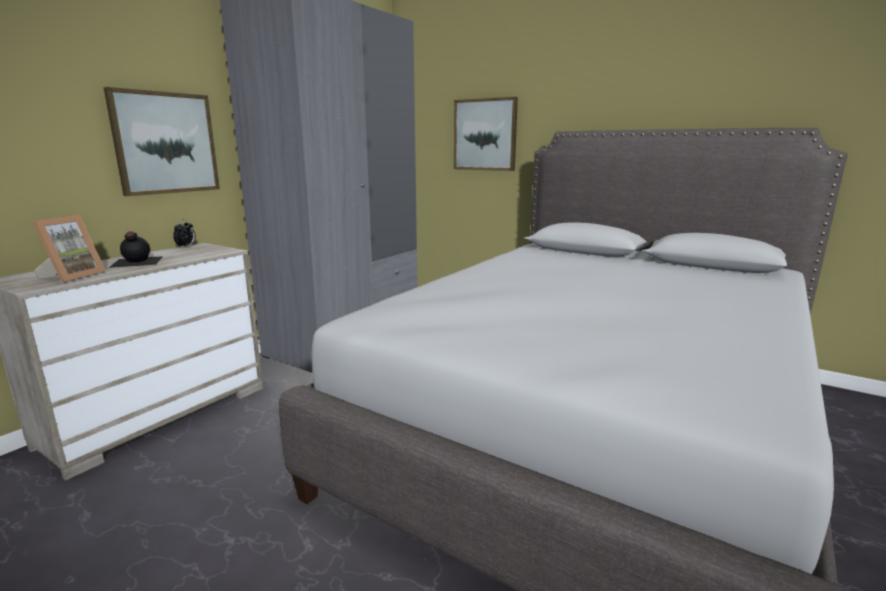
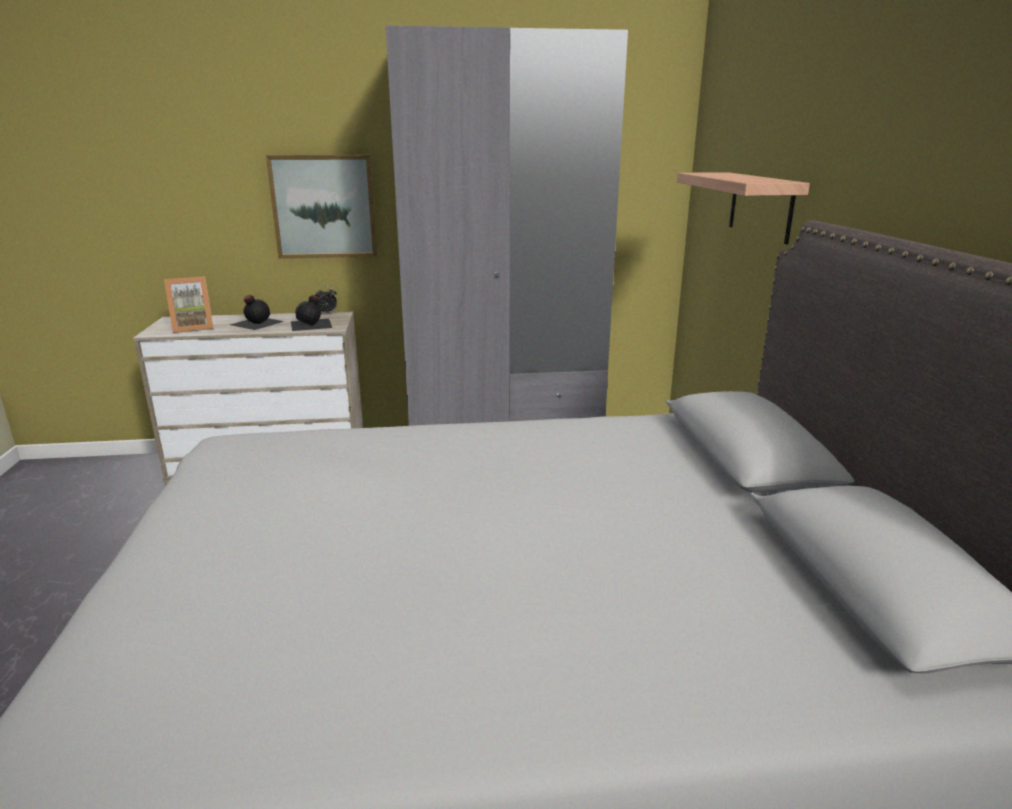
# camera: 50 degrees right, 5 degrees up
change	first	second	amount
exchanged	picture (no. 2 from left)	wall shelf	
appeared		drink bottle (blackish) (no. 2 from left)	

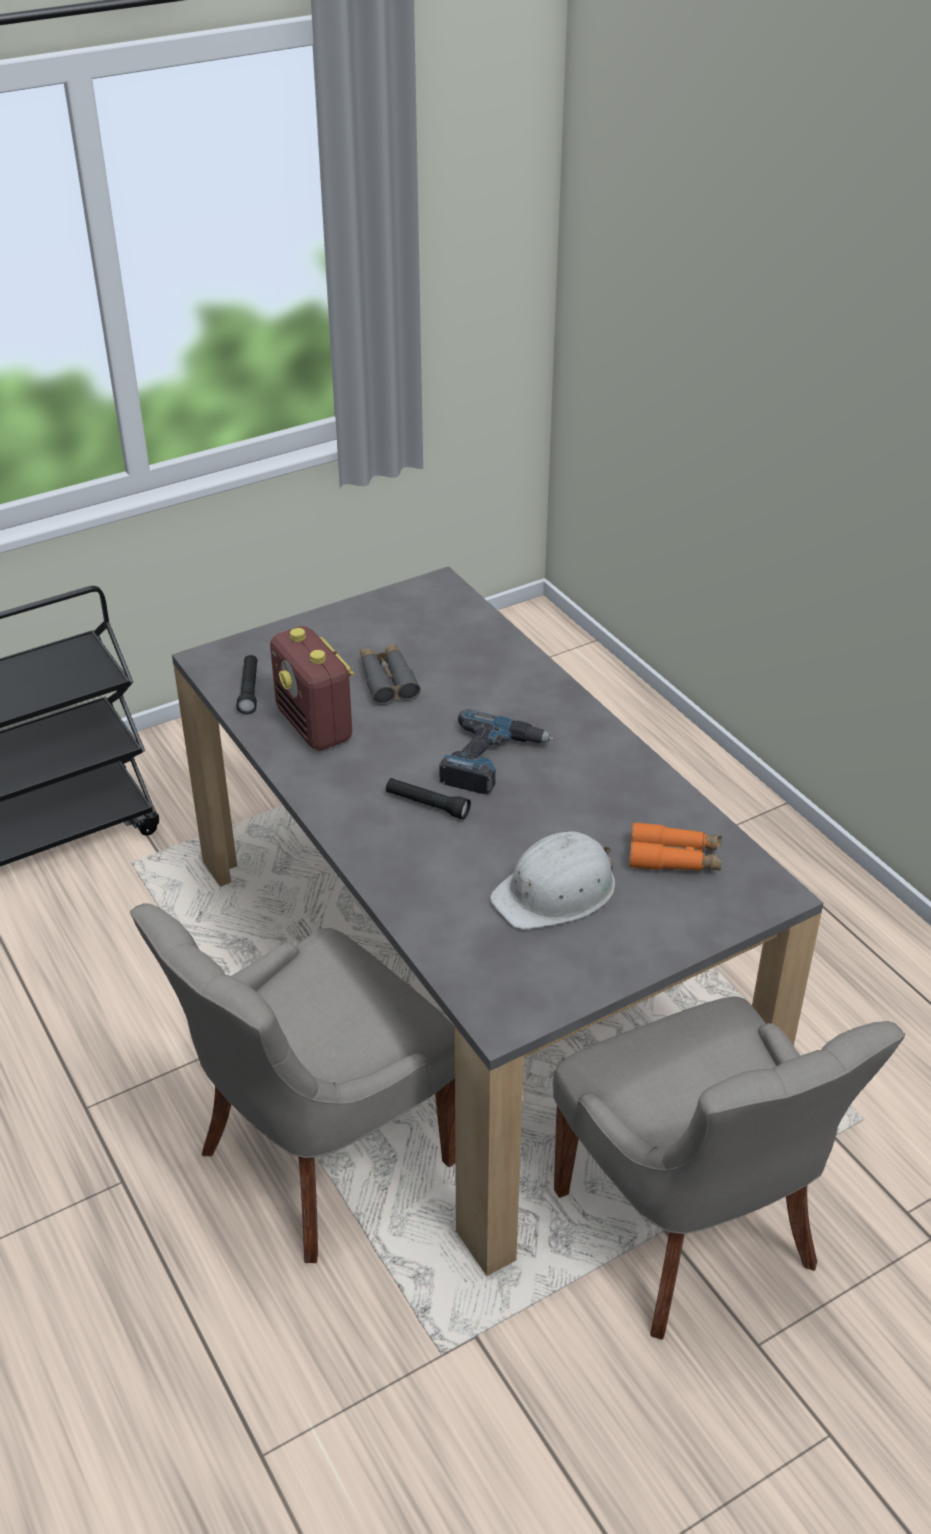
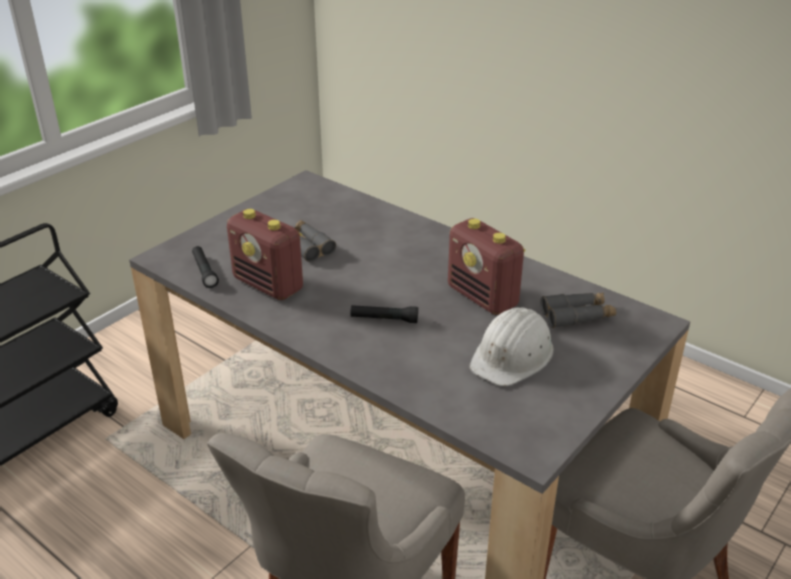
# camera: 20 degrees left, 5 degrees down
change	first	second	amount
missing	electric drill		
colour	field glasses (orangey)	field glasses (grey) (no. 2 from left)	
appeared		radio (no. 2 from left)	

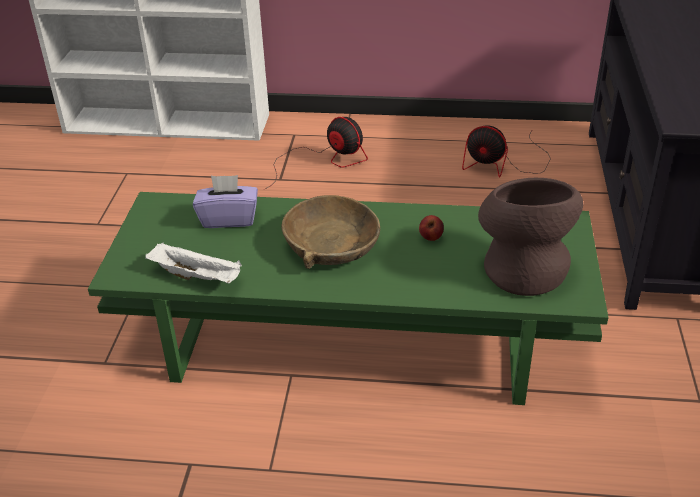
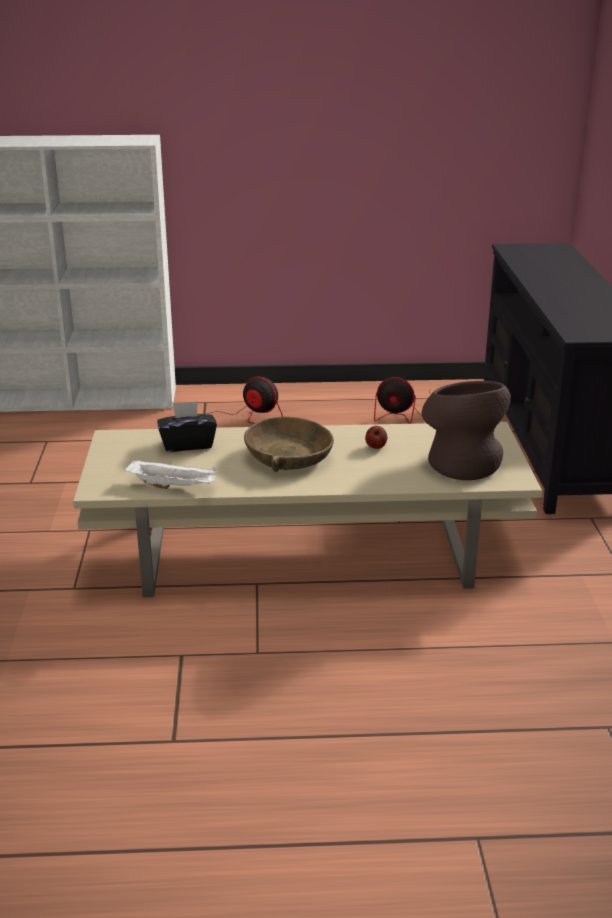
# camera: 10 degrees left, 10 degrees down
change	first	second	amount
colour	low table (green-coloured)	low table (beige)	
colour	tissue box (purple)	tissue box (blackish)	

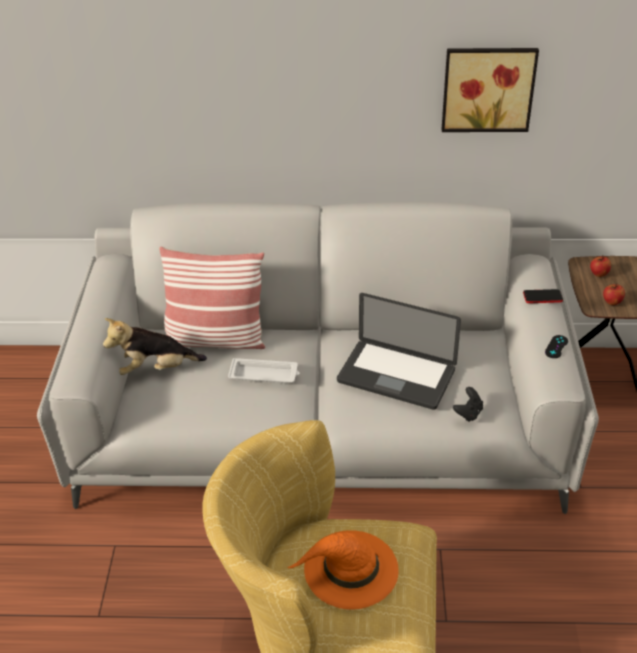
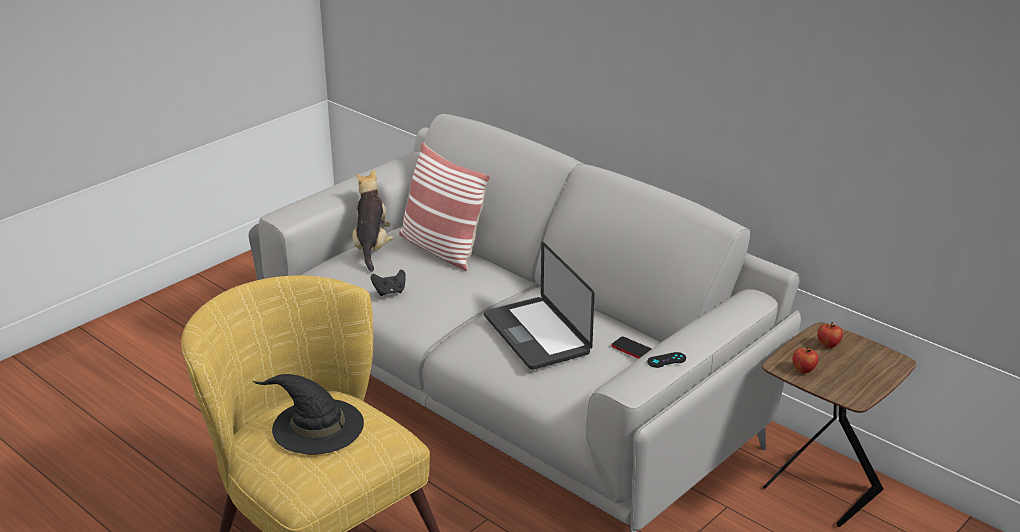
# camera: 40 degrees right, 10 degrees down
change	first	second	amount
spun	plush toy		60 degrees clockwise
missing	serving tray (white)		
colour	wearable hat (orangey)	wearable hat (blackish)	
missing	picture		
relocated	gamepad (blackish) (no. 1 from left)		
relocated	telephone		

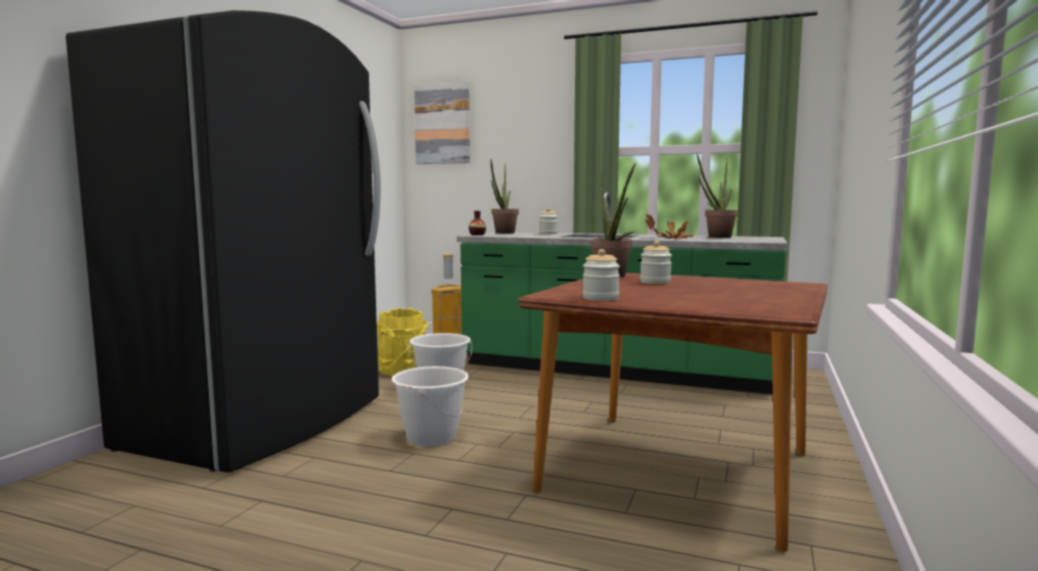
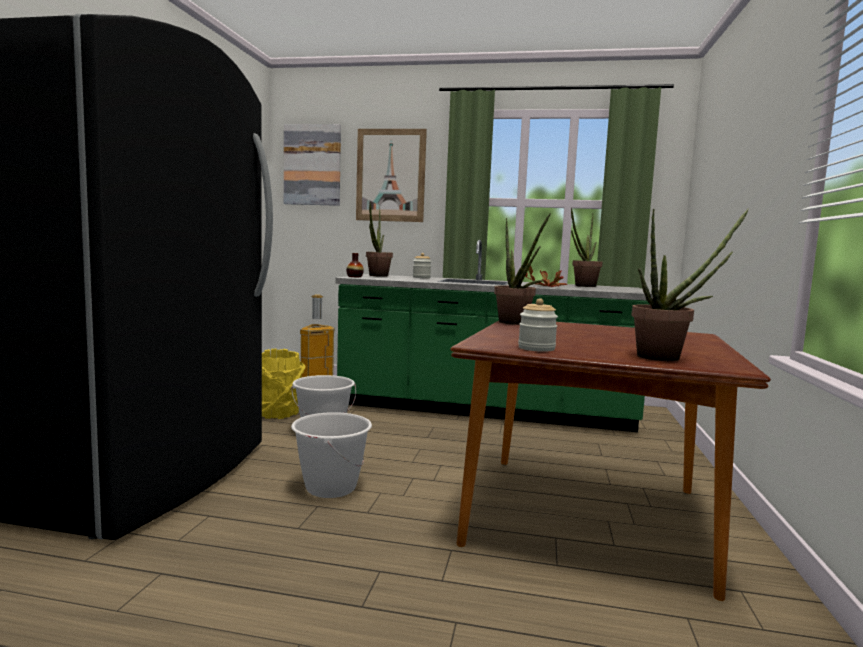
# camera: 10 degrees left, 0 degrees up
change	first	second	amount
missing	preserve jar (no. 3 from left)		
appeared		picture (no. 2 from left)	
appeared		houseplant (no. 5 from left)	

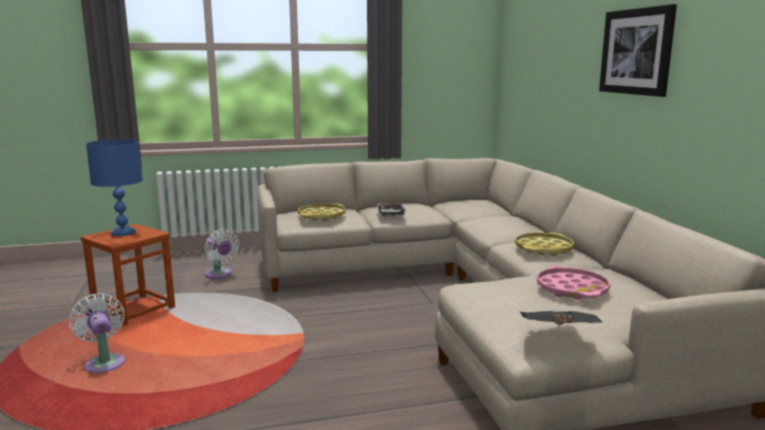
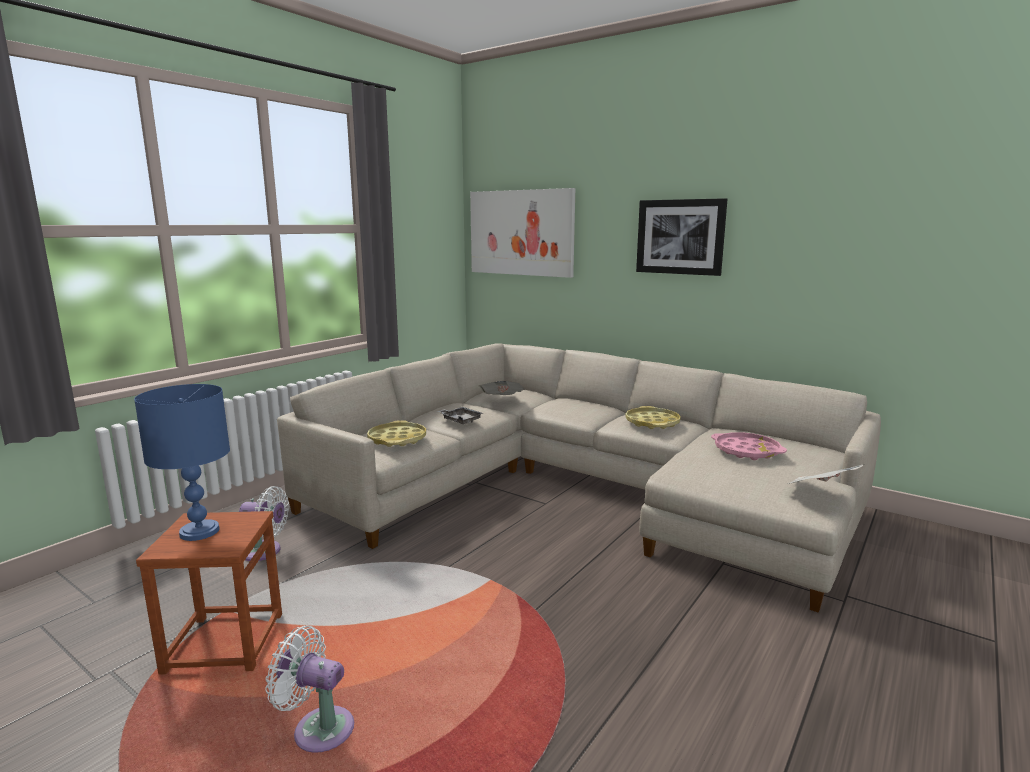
# camera: 40 degrees left, 0 degrees up
change	first	second	amount
appeared		picture (no. 1 from left)	
appeared		newspaper (no. 1 from left)	

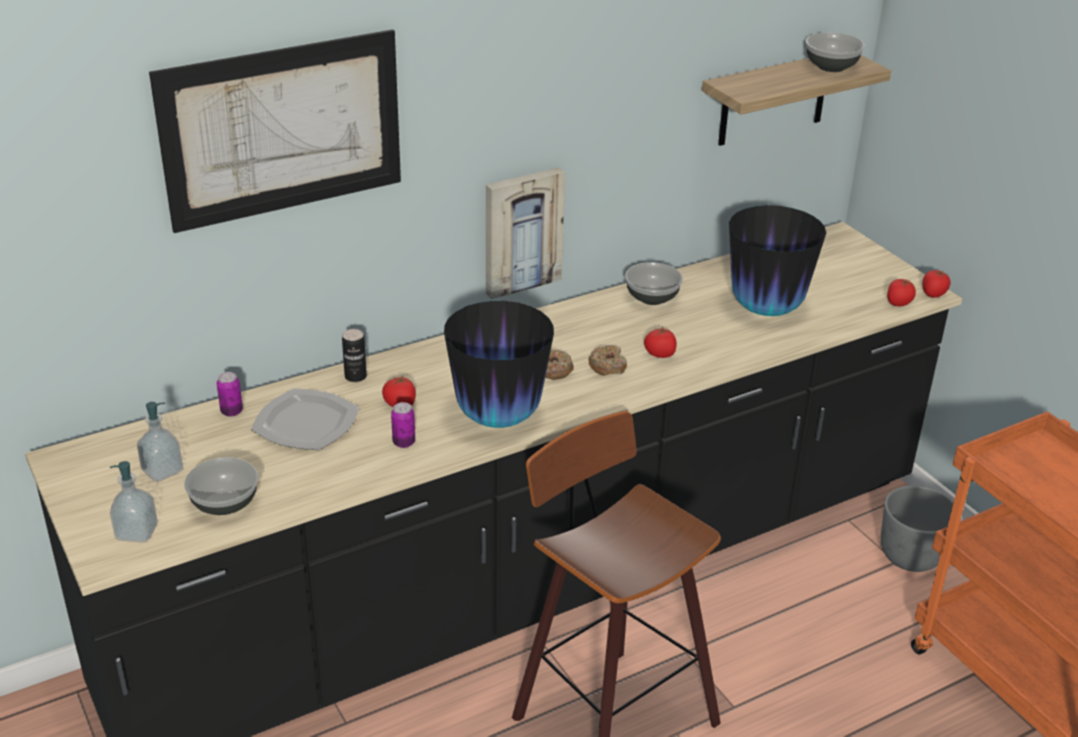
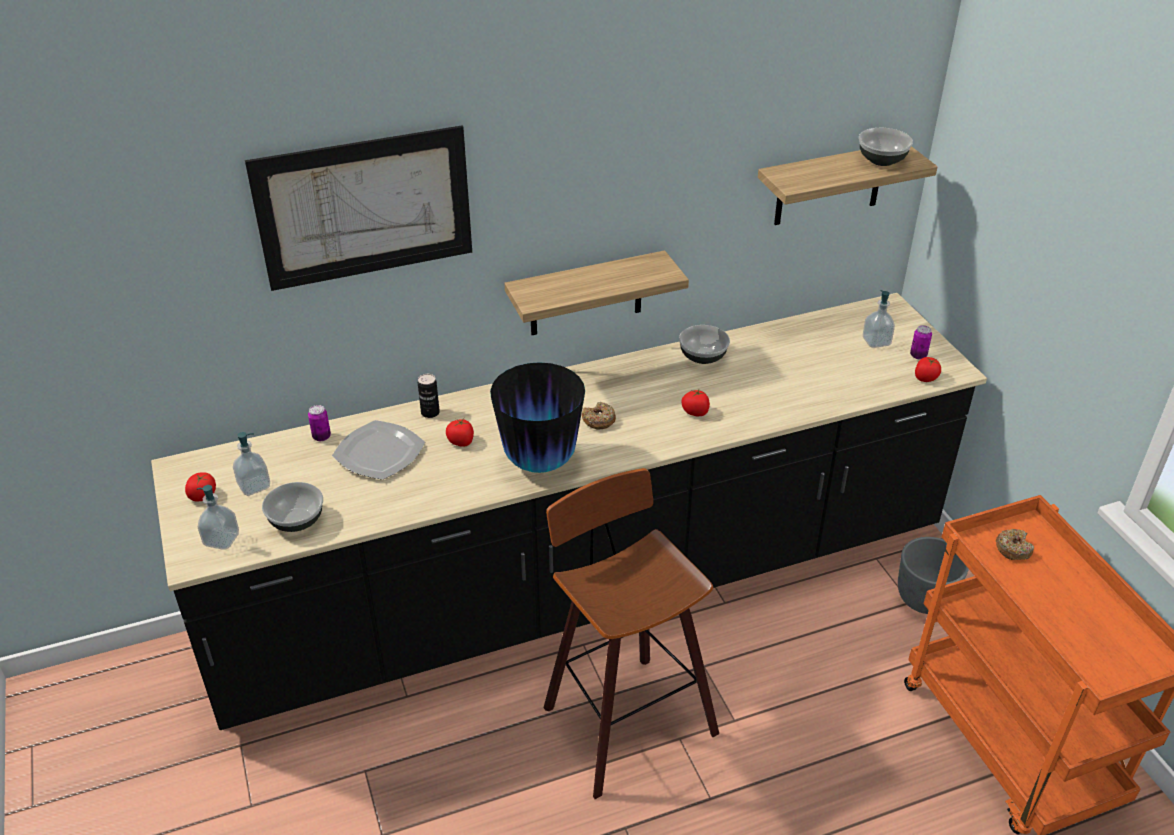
# camera: 10 degrees right, 5 degrees up
change	first	second	amount
relocated	sealed can (no. 3 from left)		
exchanged	picture (no. 2 from left)	wall shelf (no. 1 from left)	
relocated	donut (no. 2 from left)		
missing	decorative vase (no. 2 from left)		
relocated	fresh tomato (no. 4 from left in the first image)	fresh tomato (no. 1 from left)	
appeared		liquid soap bottle (no. 3 from left)	

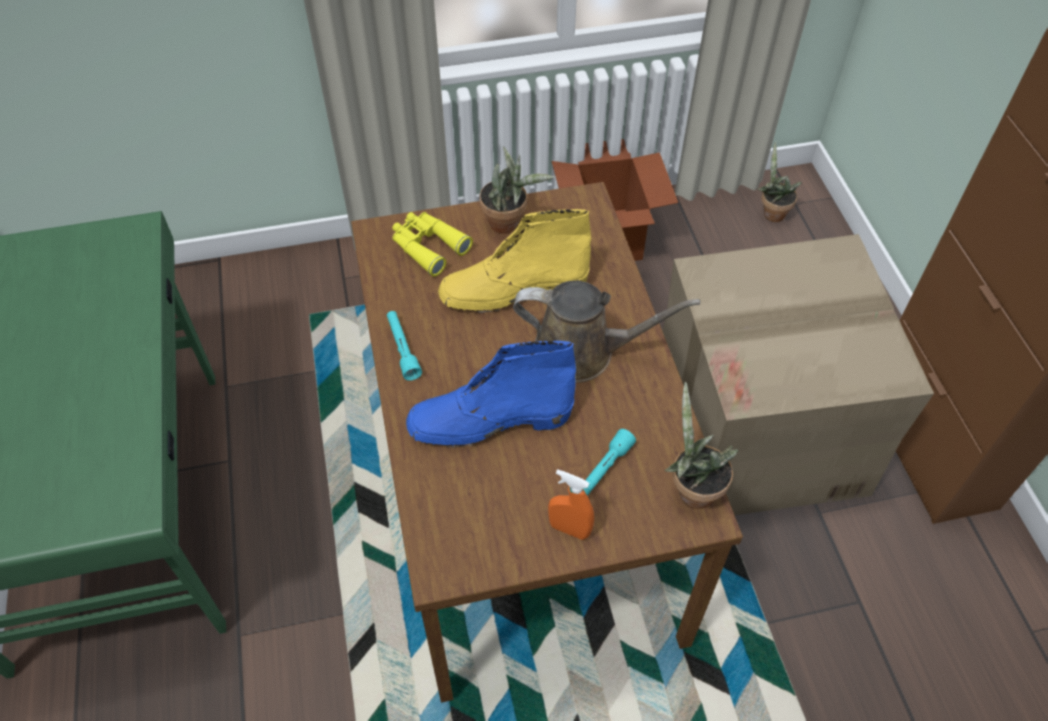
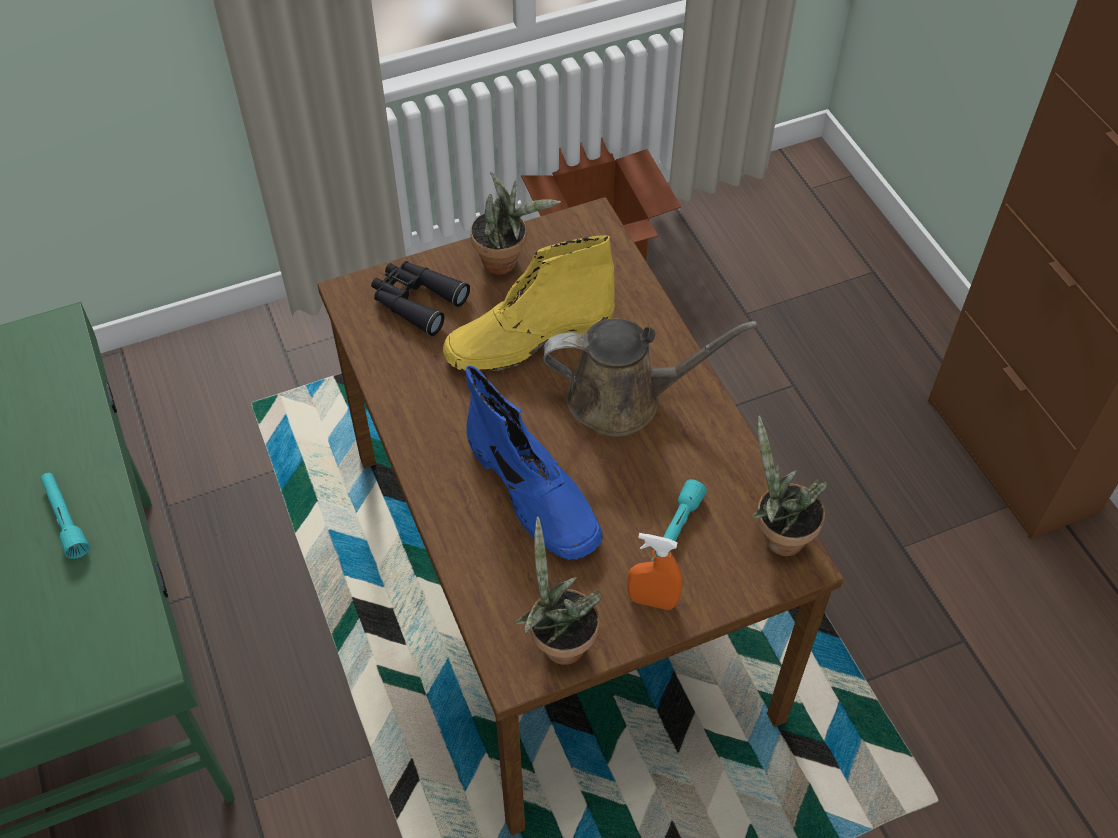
# camera: 10 degrees left, 0 degrees up
change	first	second	amount
relocated	flashlight (turquoise-coloured) (no. 1 from left)		
colour	field glasses (yellowish)	field glasses (blackish)	
spun	tall boot (bluish)		105 degrees counterclockwise
missing	carton (no. 2 from left)		
relocated	houseplant (no. 3 from left in the first image)	houseplant (no. 2 from left)	

